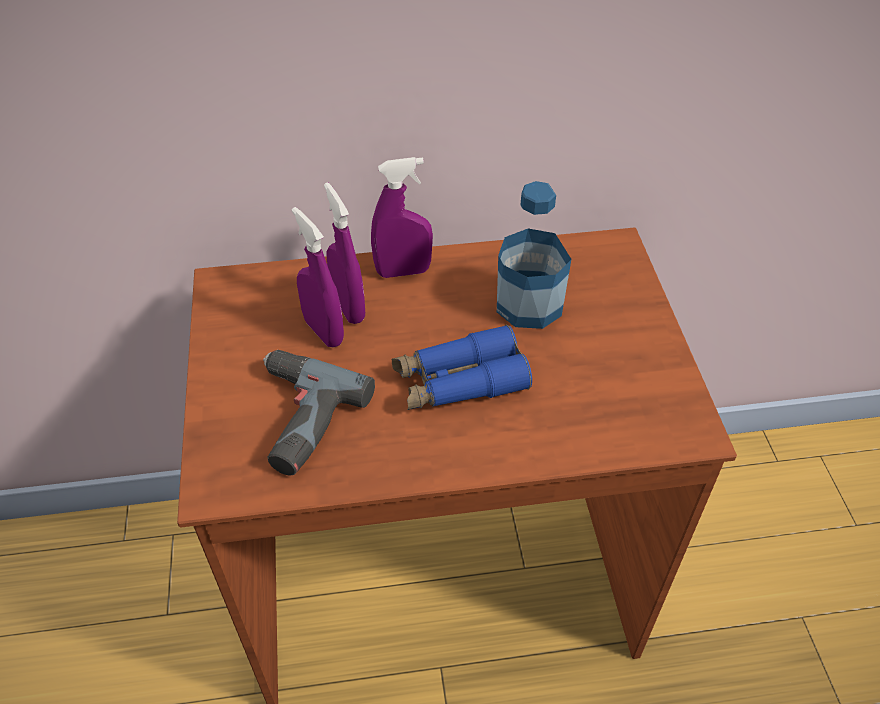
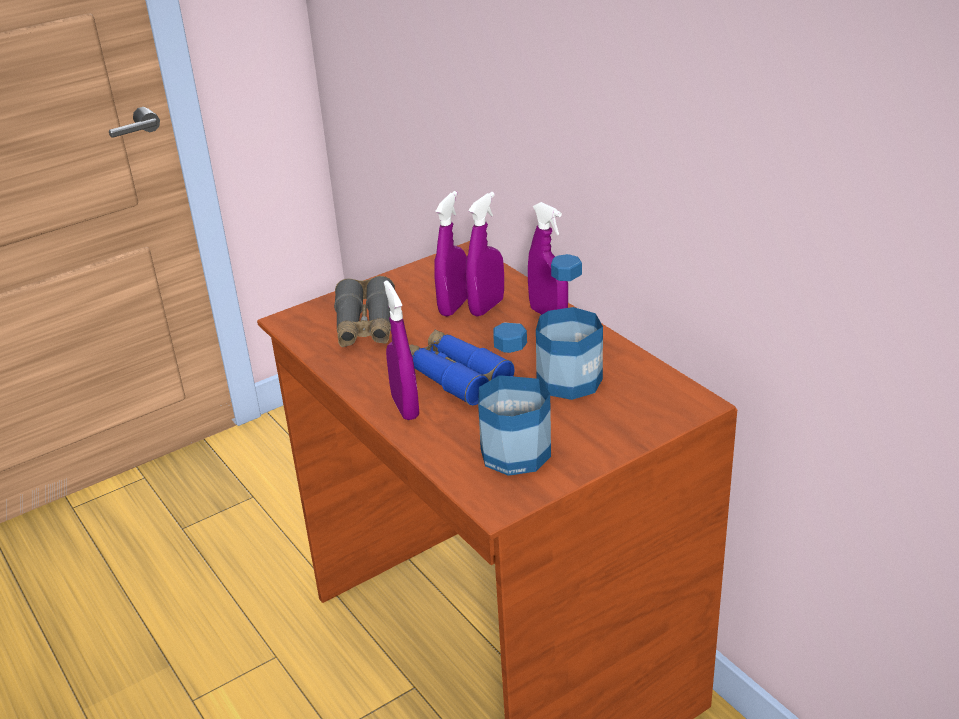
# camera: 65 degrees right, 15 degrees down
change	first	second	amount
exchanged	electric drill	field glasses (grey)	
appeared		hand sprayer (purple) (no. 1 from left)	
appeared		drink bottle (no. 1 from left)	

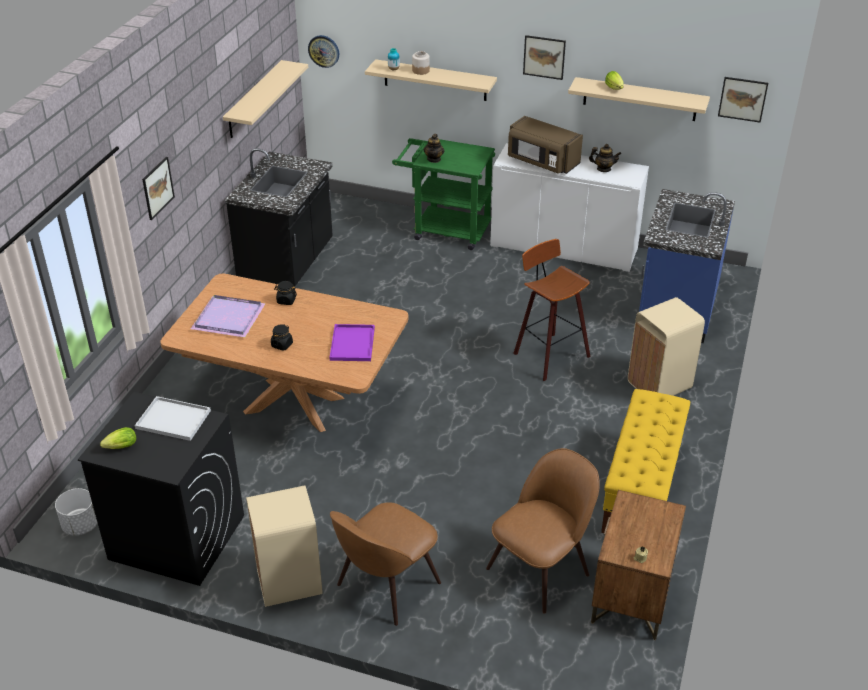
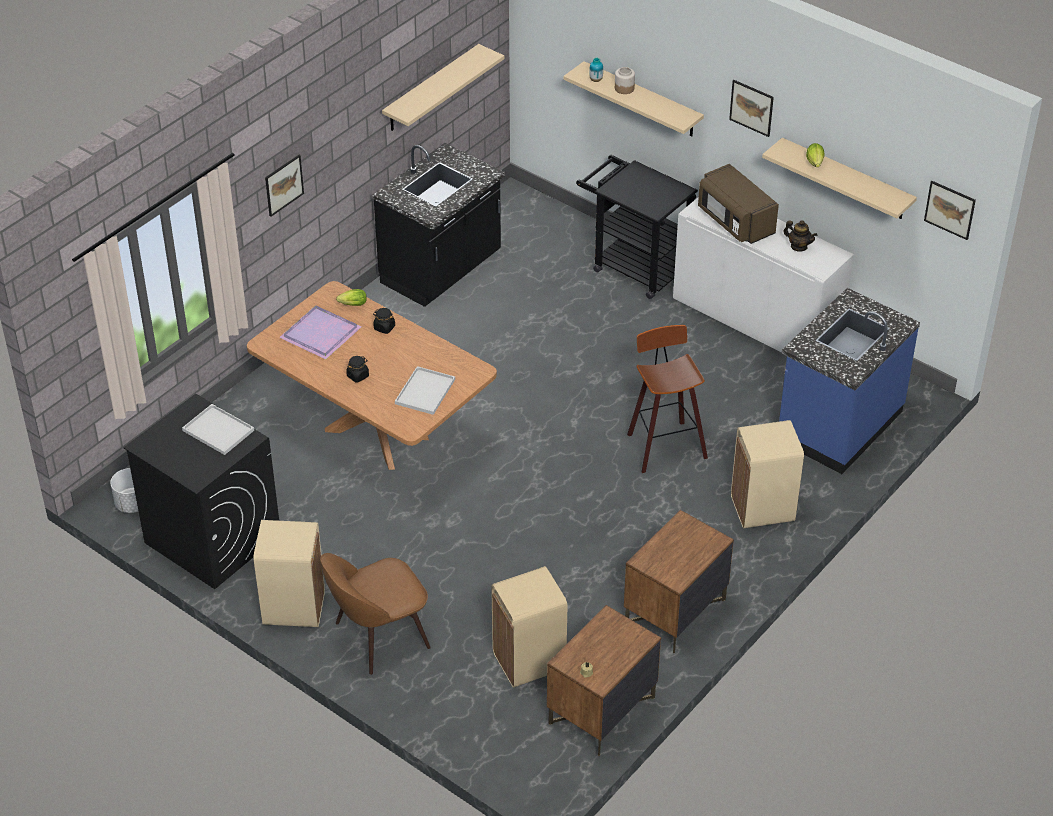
# camera: 20 degrees right, 5 degrees up
change	first	second	amount
relocated	lettuce head (no. 1 from left)		
missing	clock on the wall		
colour	serving tray (purple) (no. 2 from left)	serving tray (white) (no. 2 from left)	
colour	cart (green-coloured)	cart (blackish)	
missing	tea pot (no. 1 from left)		
exchanged	upright chair (brown-coloured) (no. 2 from left)	waste bin (beige) (no. 2 from left)	
exchanged	bench (yellowish)	bedside table (brown-coloured) (no. 2 from left)	

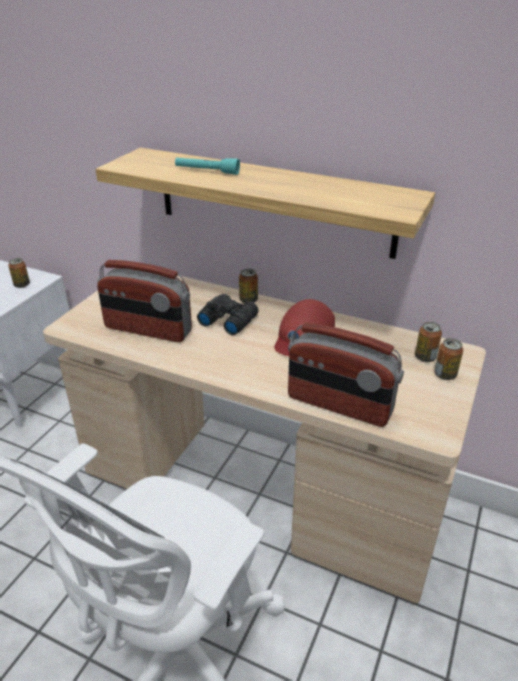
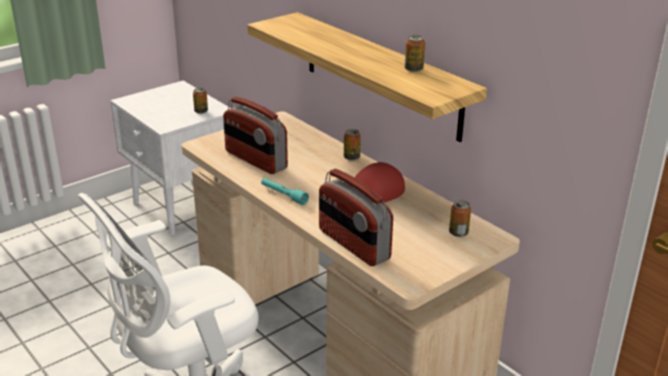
# camera: 25 degrees right, 5 degrees down
change	first	second	amount
relocated	flashlight (turquoise-coloured)		
missing	field glasses (blackish)		
relocated	sealed can (no. 4 from left in the first image)	sealed can (no. 3 from left)	

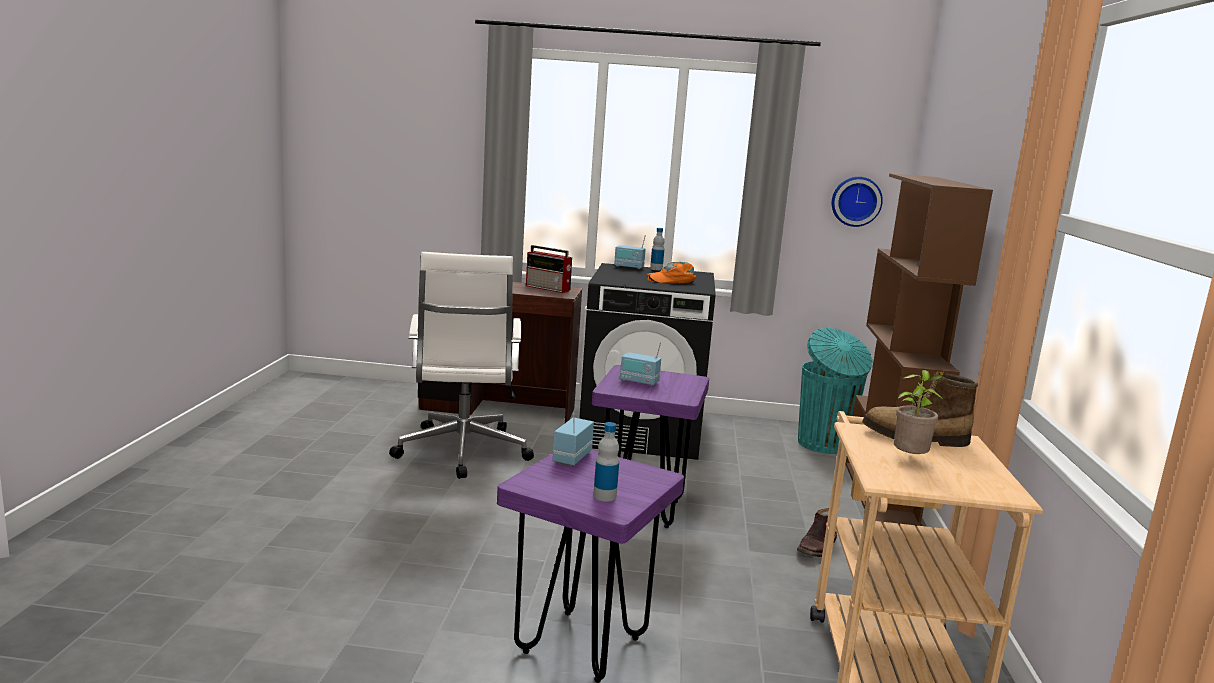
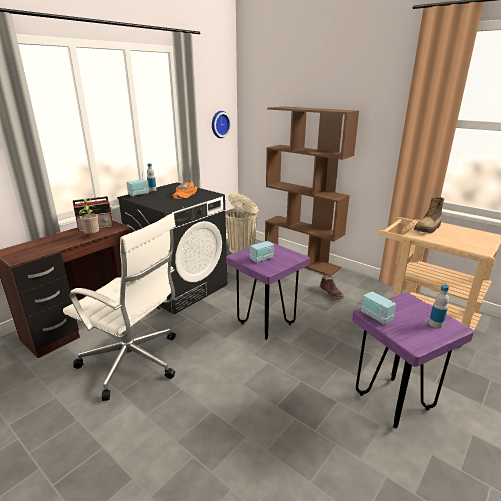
# camera: 55 degrees left, 10 degrees up
change	first	second	amount
colour	waste bin (turquoise-coloured)	waste bin (beige)	
relocated	houseplant		

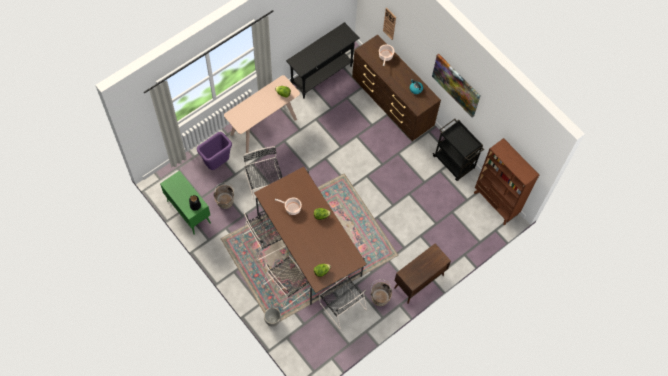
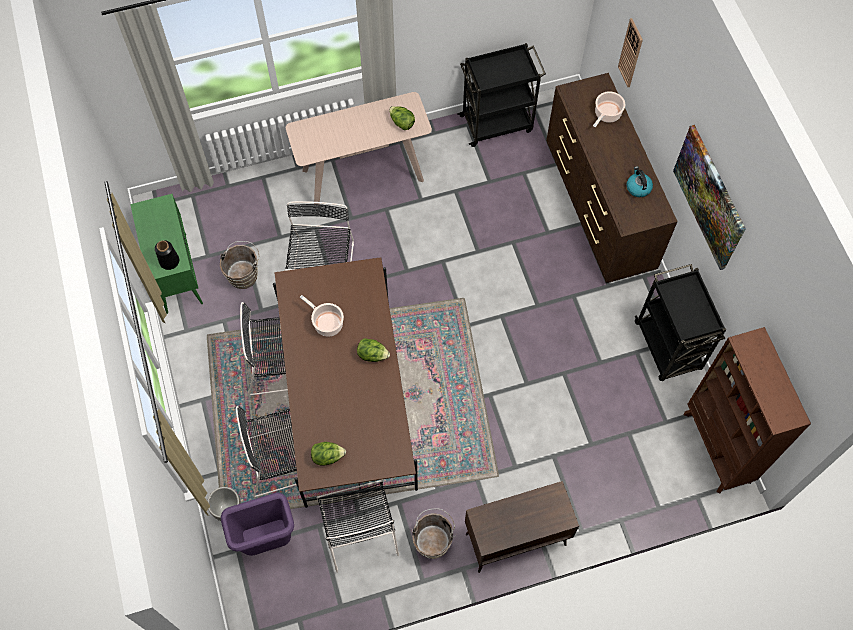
# camera: 25 degrees right, 0 degrees up
change	first	second	amount
relocated	waste bin (purple)		
exchanged	hall table (blackish)	cart (blackish) (no. 1 from left)	

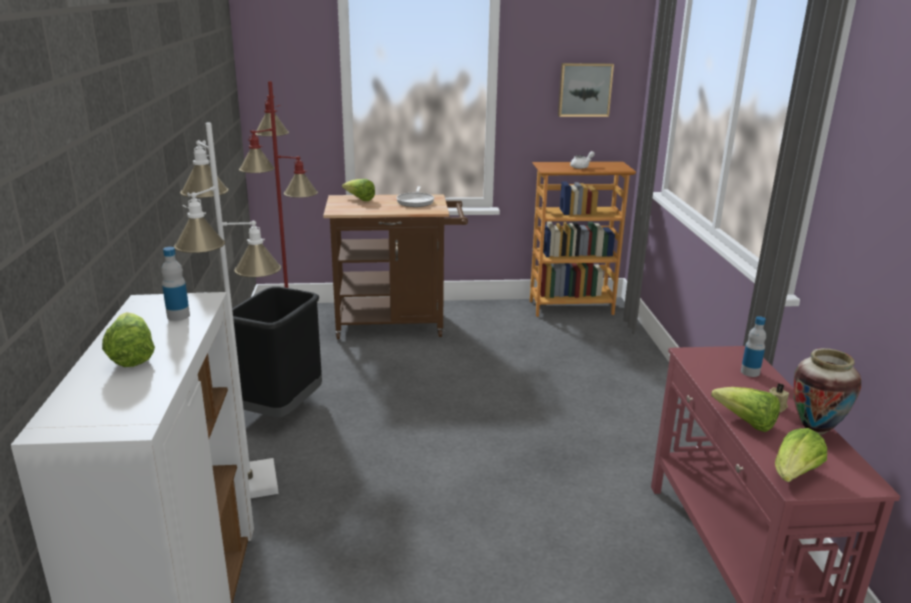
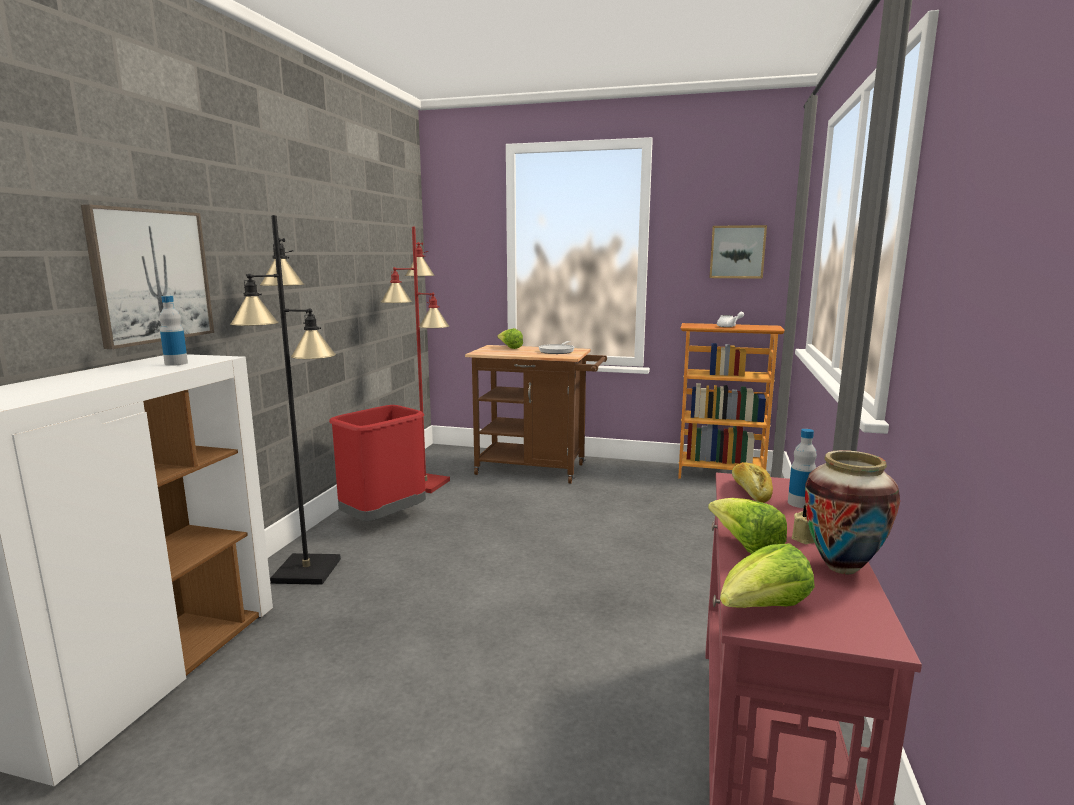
# camera: 20 degrees right, 10 degrees down
change	first	second	amount
missing	lettuce head (no. 1 from left)		
colour	standard lamp (white)	standard lamp (blackish)	
colour	waste bin (blackish)	waste bin (red)	
appeared		picture (no. 1 from left)	
appeared		baked bread	

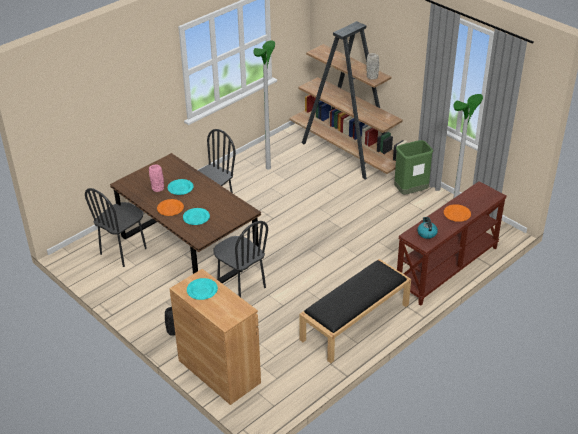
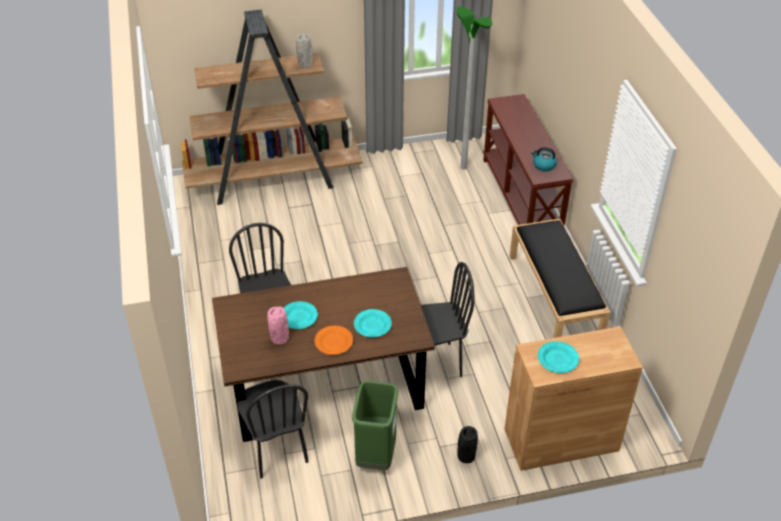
# camera: 60 degrees left, 5 degrees up
change	first	second	amount
missing	standard lamp (no. 1 from left)		
relocated	waste bin (green-coloured)		
missing	dinner plate (orangey) (no. 2 from left)		

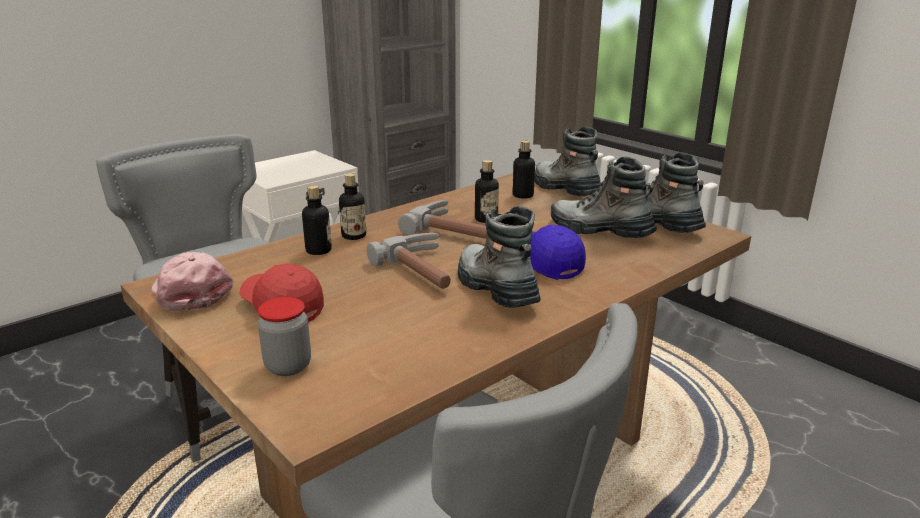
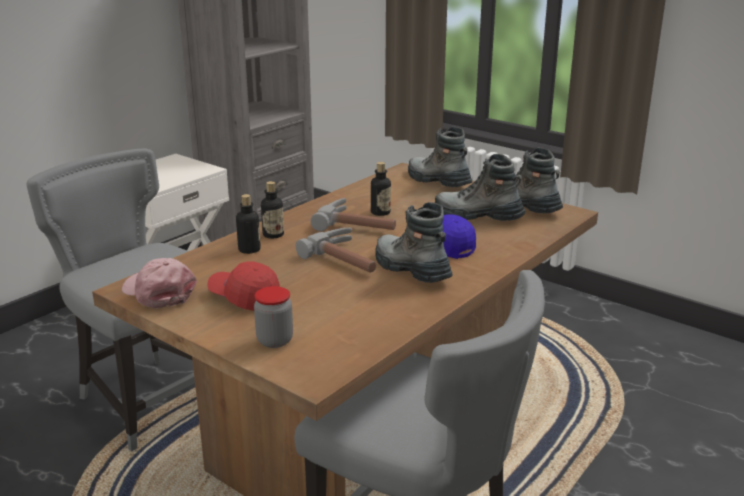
# camera: 10 degrees left, 0 degrees up
change	first	second	amount
missing	drink bottle (no. 4 from left)		

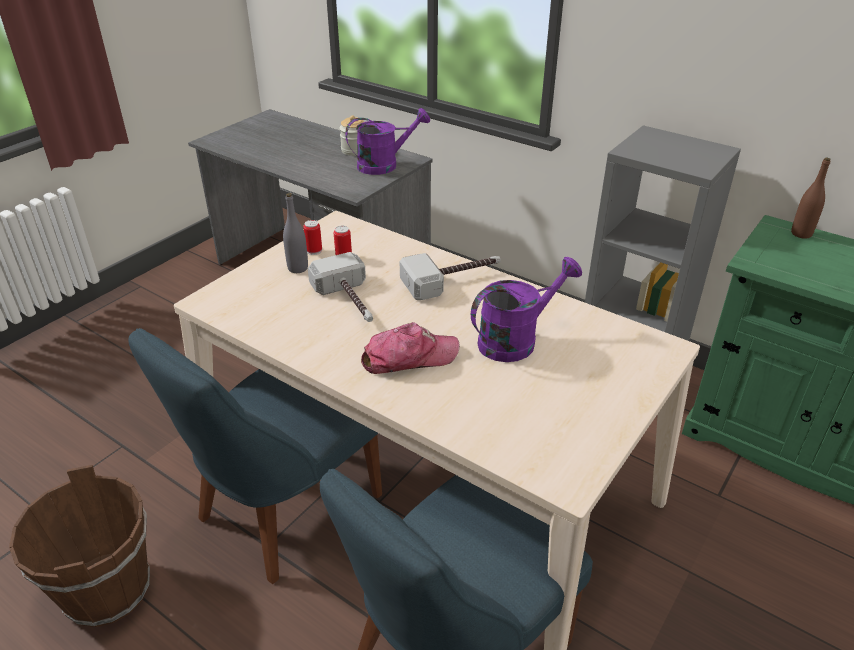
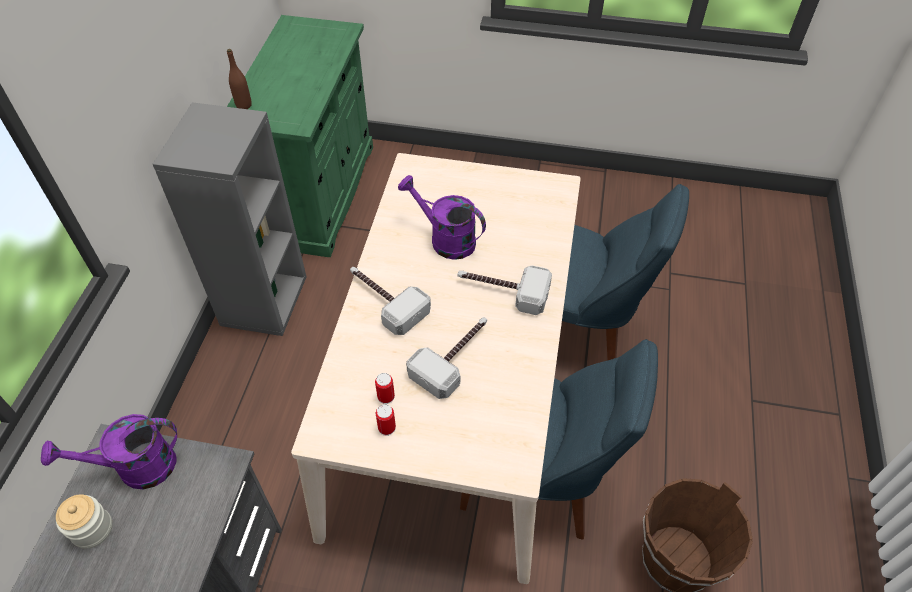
# camera: 115 degrees left, 15 degrees up
change	first	second	amount
missing	drink bottle (grey)		
spun	watering pot (purple) (no. 1 from left)		60 degrees counterclockwise
exchanged	peaked cap	hammer (no. 3 from left)	

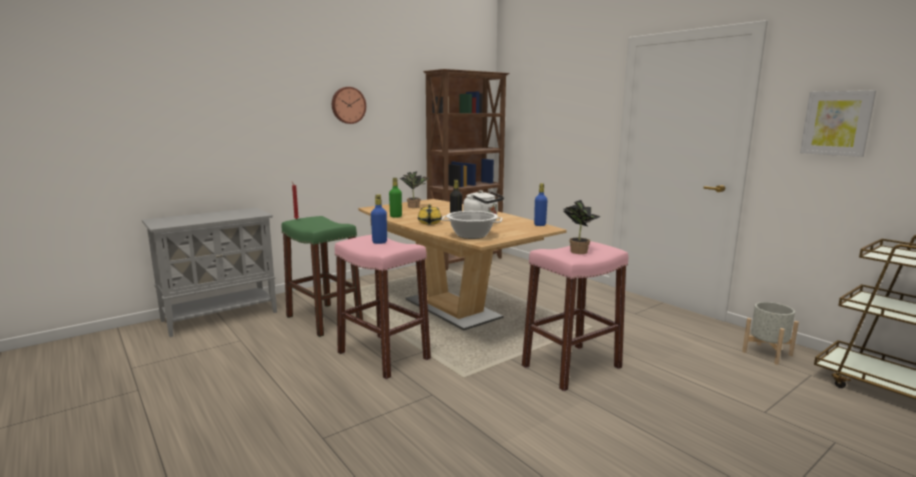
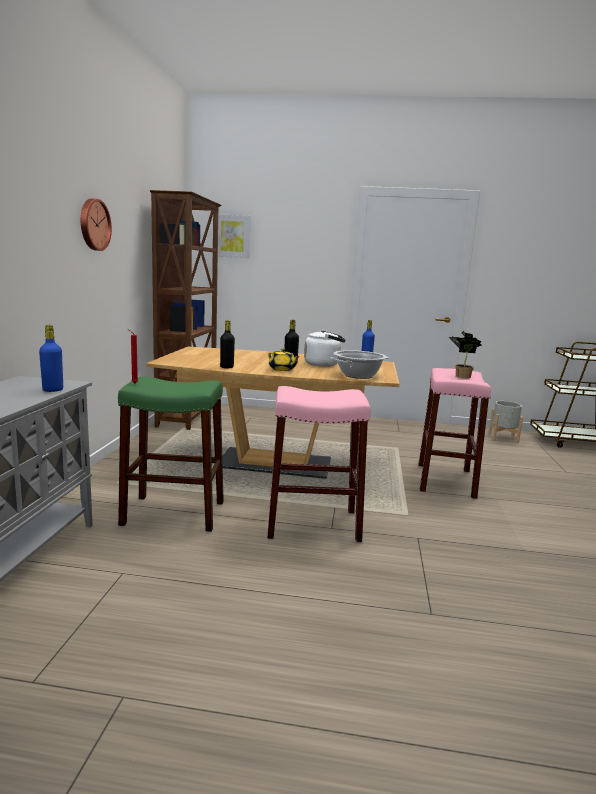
# camera: 45 degrees left, 0 degrees up
change	first	second	amount
relocated	drink bottle (bluish) (no. 1 from left)		
colour	drink bottle (green-coloured)	drink bottle (blackish) (no. 1 from left)	
missing	houseplant (no. 1 from left)		
relocated	picture		

